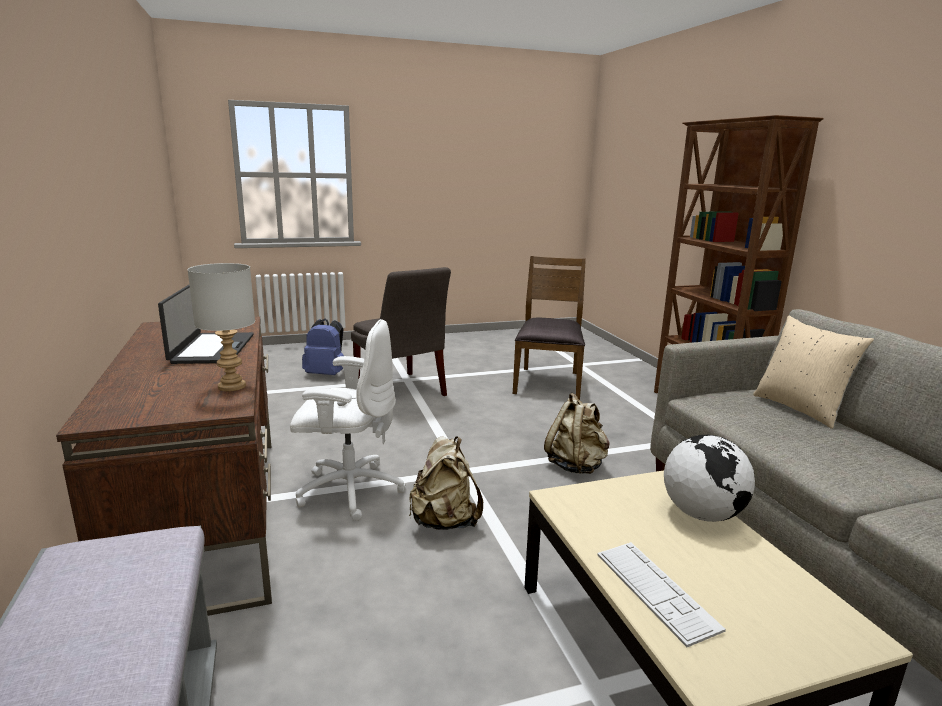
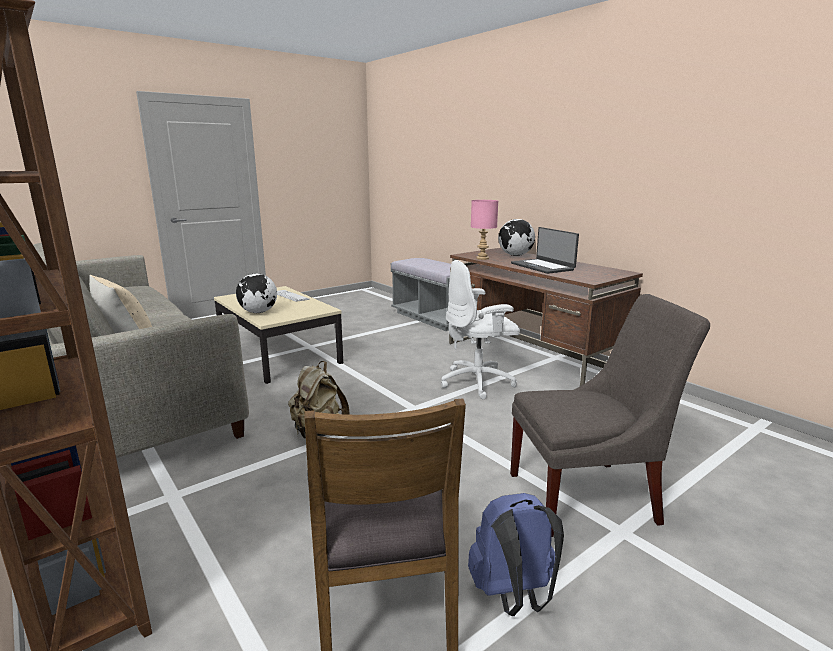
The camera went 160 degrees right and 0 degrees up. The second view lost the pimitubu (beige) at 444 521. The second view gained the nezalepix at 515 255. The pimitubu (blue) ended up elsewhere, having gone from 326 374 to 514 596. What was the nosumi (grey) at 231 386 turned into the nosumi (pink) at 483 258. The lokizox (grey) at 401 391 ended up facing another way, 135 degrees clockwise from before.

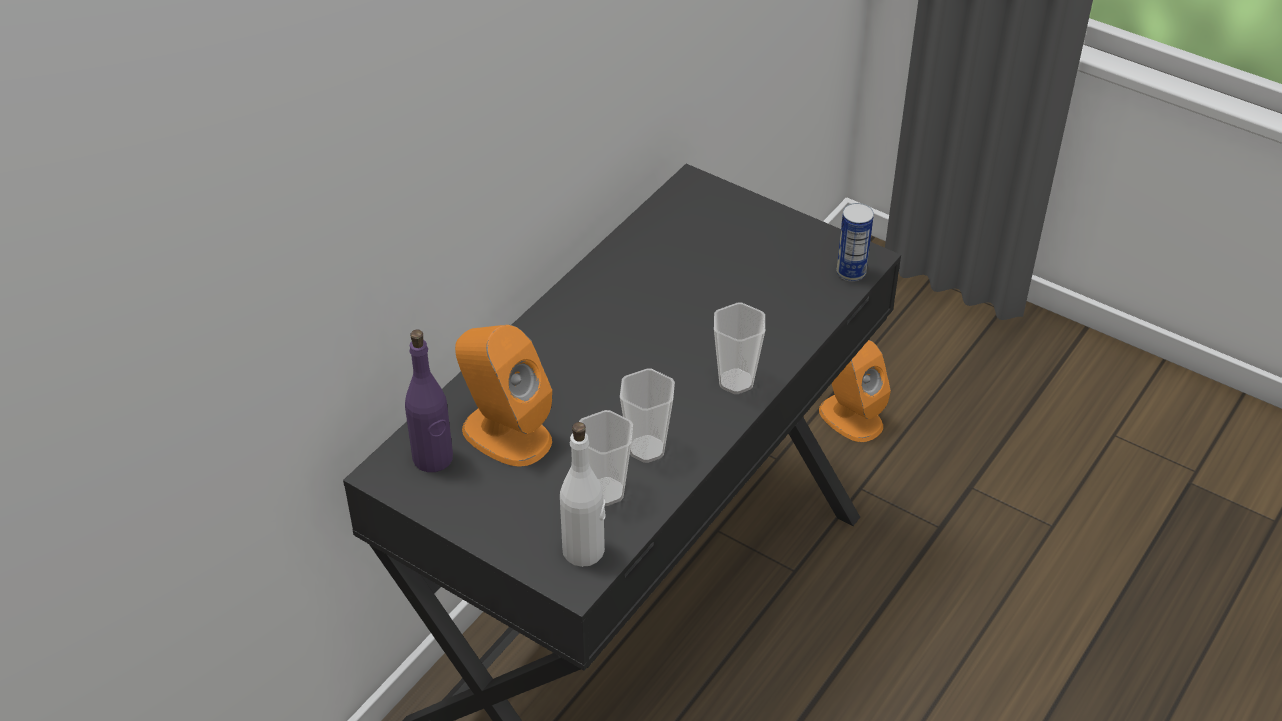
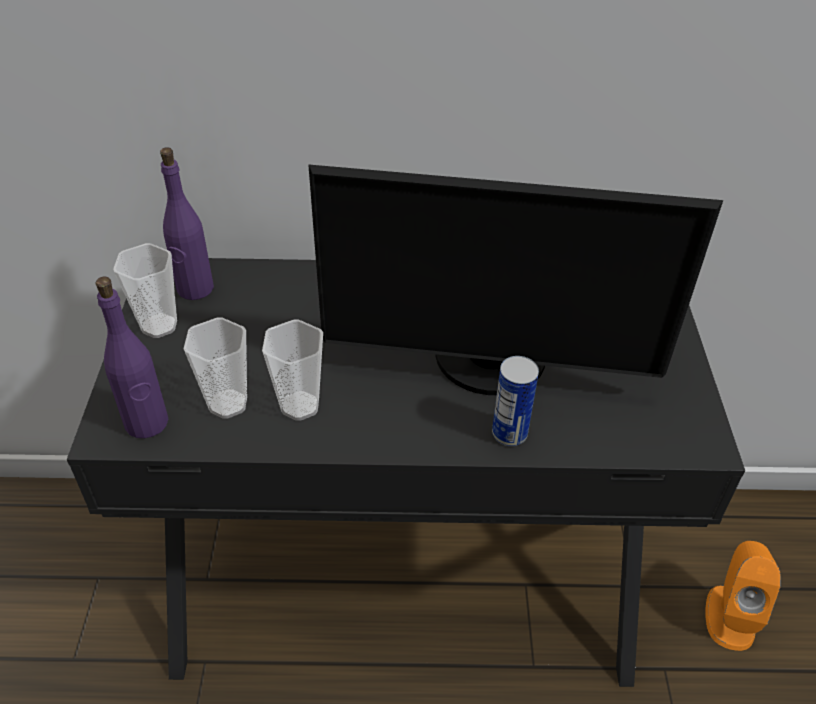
The camera went 55 degrees right and 0 degrees up. The second view lost the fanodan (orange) at 505 434. The second view gained the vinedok at 490 364. The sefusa ended up elsewhere, having gone from 736 381 to 159 326. The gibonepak ended up elsewhere, having gone from 851 272 to 509 433. What was the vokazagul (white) at 584 550 turned into the vokazagul (purple) at 147 423.

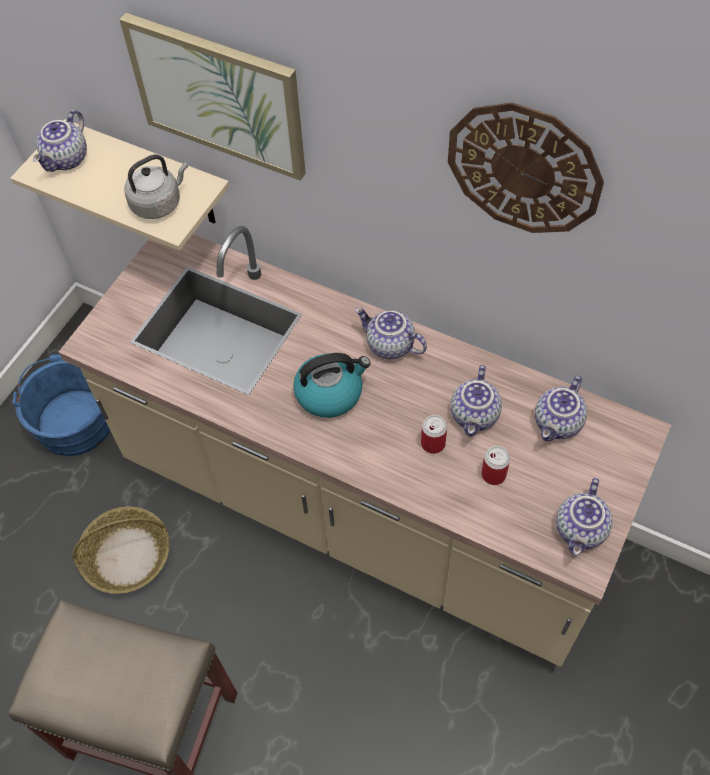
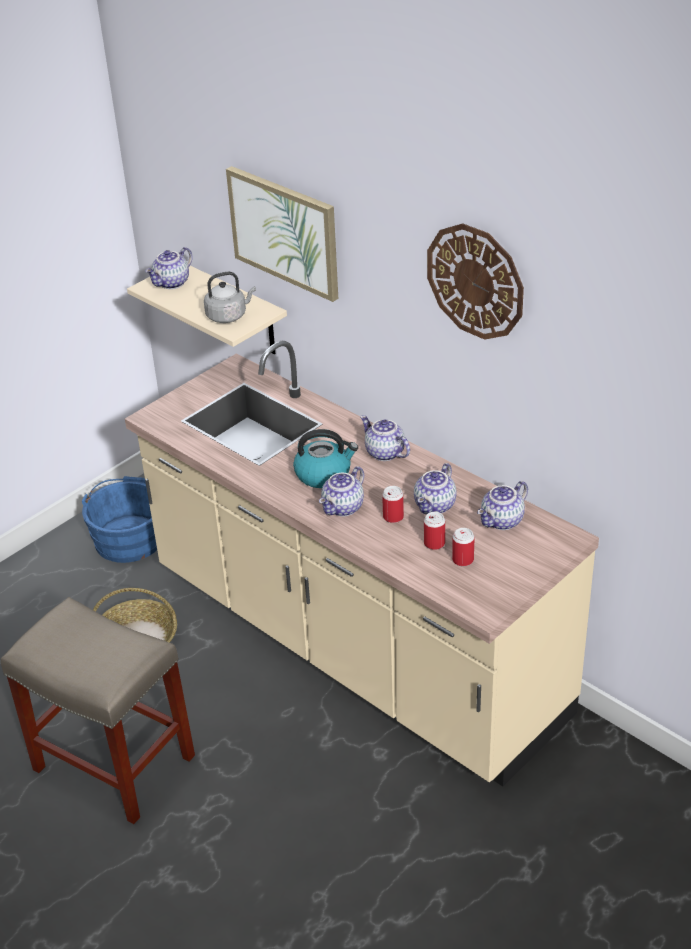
The camera went 15 degrees right and 20 degrees down. The second view gained the gibonepak at 463 560. The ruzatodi ended up elsewhere, having gone from 581 530 to 343 508.

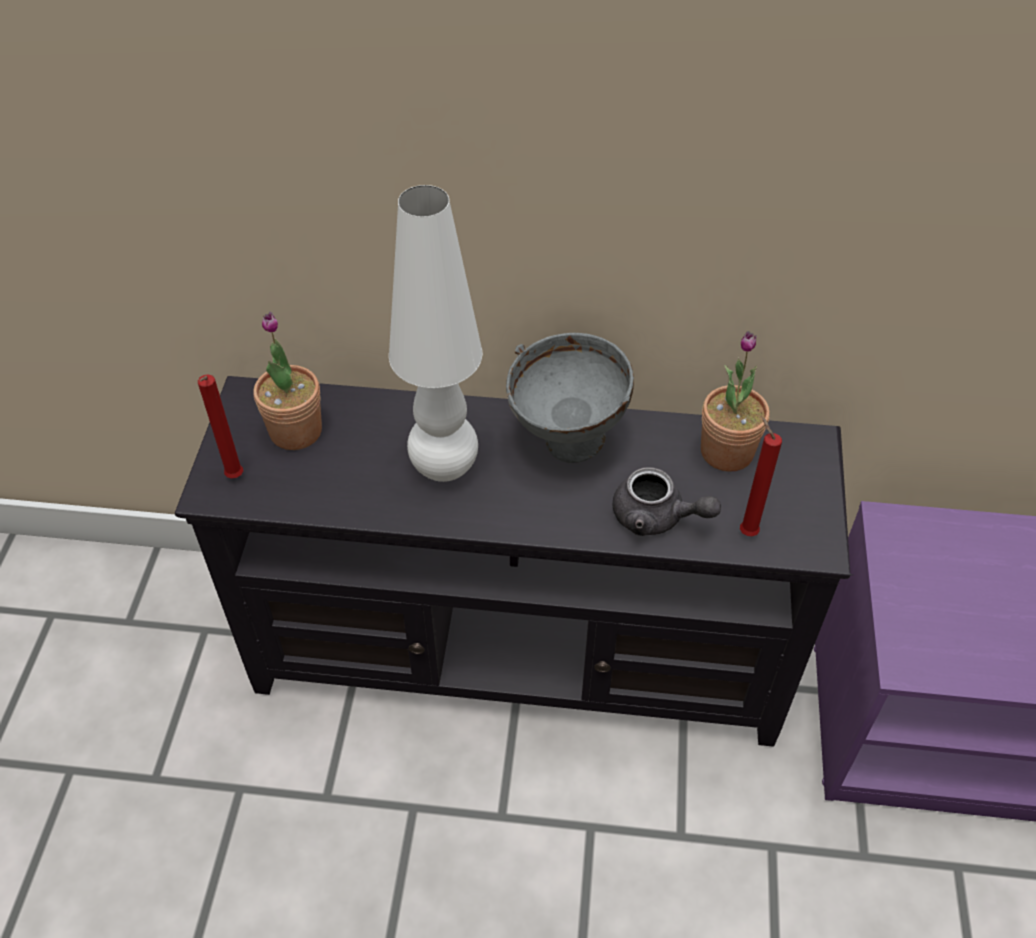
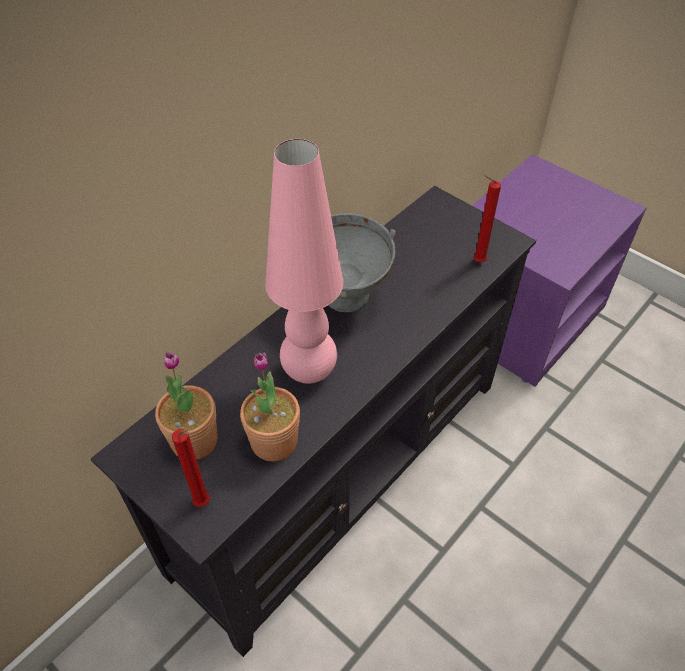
The camera went 55 degrees left and 0 degrees up. The second view lost the ruzatodi (grey) at 657 518. The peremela ended up elsewhere, having gone from 727 452 to 274 441. What was the nosumi (white) at 445 468 turned into the nosumi (pink) at 309 371.

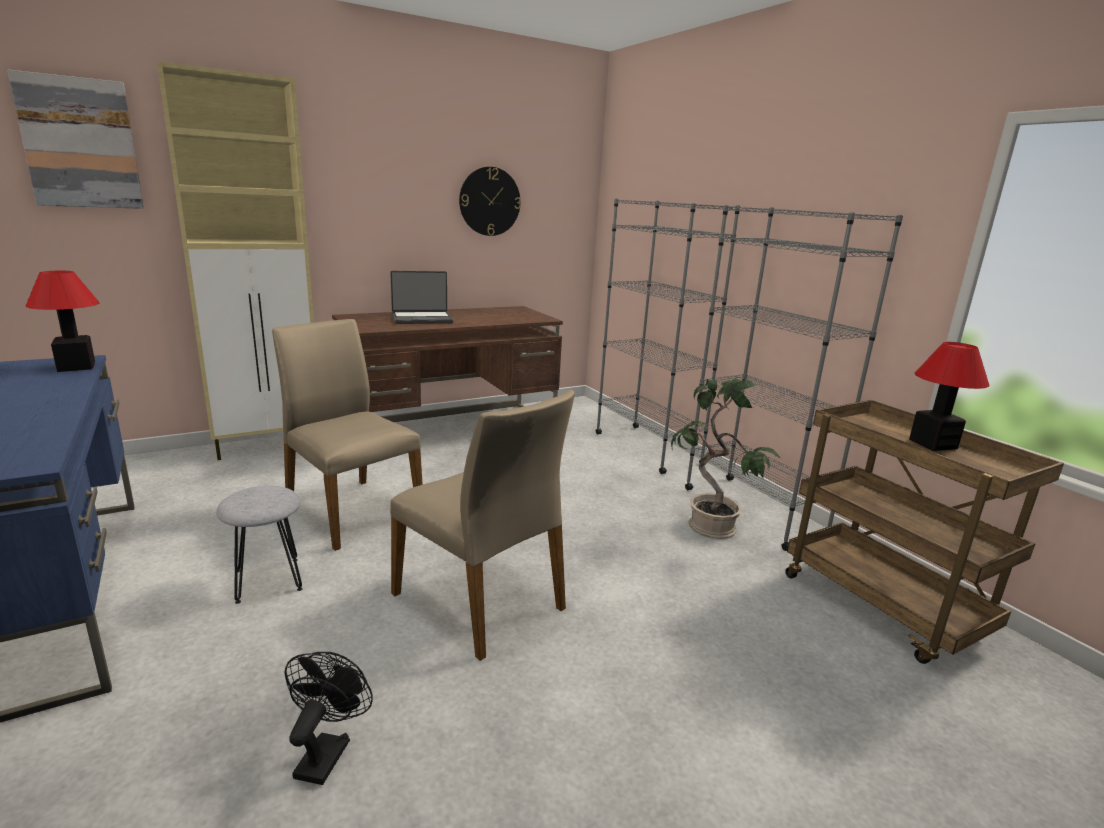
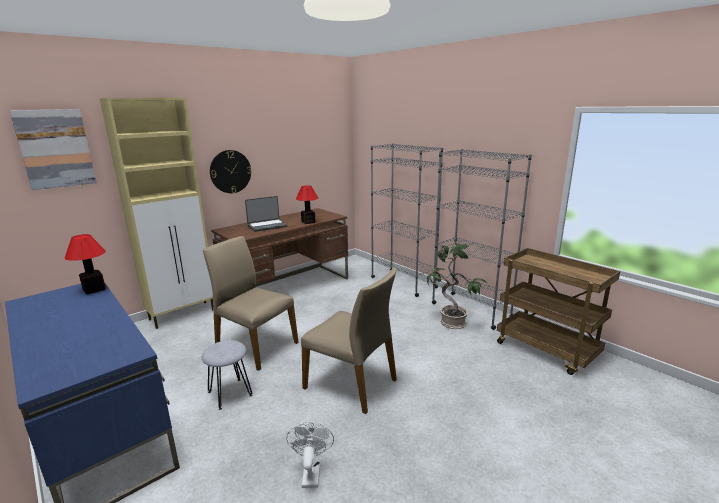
The camera went 10 degrees left and 0 degrees up. The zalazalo ended up elsewhere, having gone from 489 201 to 230 171. The nosumi ended up elsewhere, having gone from 932 444 to 308 222. What was the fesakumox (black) at 326 751 turned into the fesakumox (white) at 311 472.

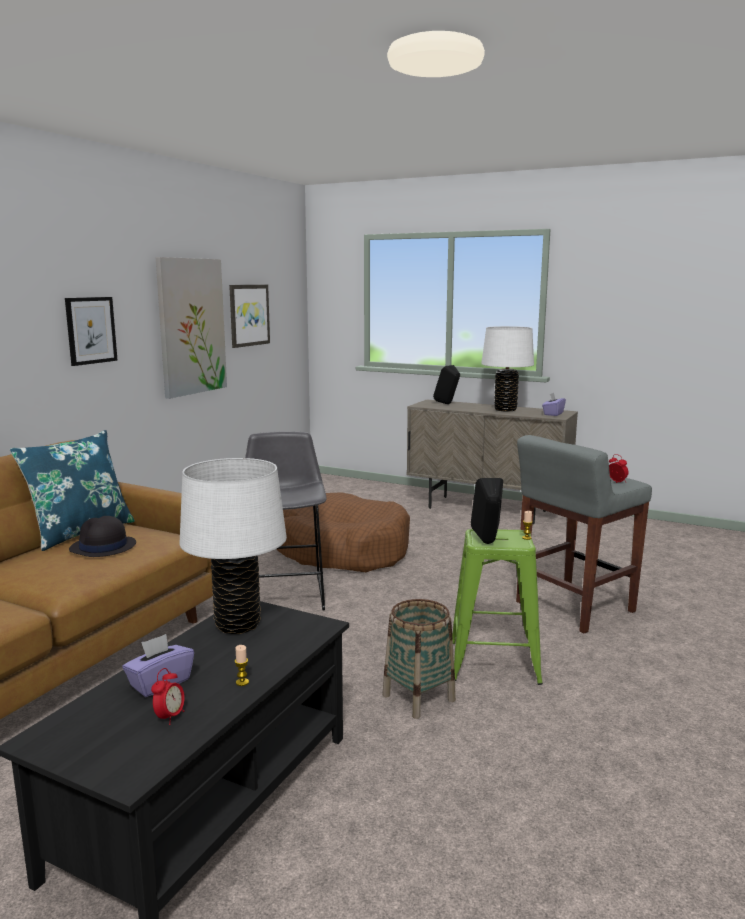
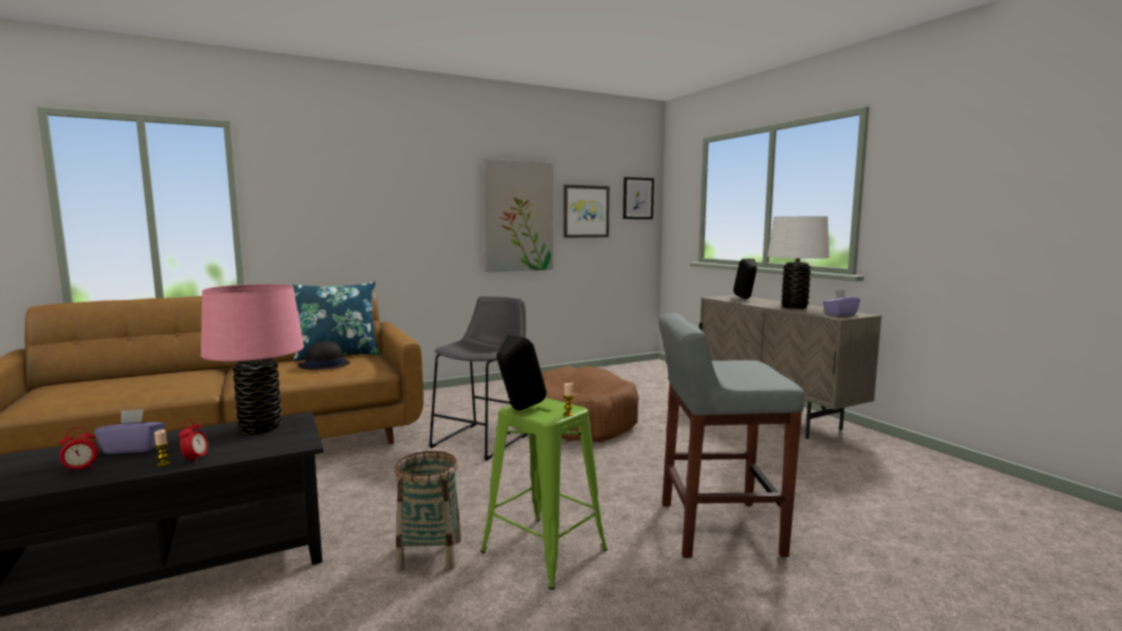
The camera went 35 degrees right and 5 degrees down. The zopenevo ended up elsewhere, having gone from 91 330 to 638 198. The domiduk ended up elsewhere, having gone from 617 482 to 196 459. What was the nosumi (white) at 237 625 turned into the nosumi (pink) at 260 428.

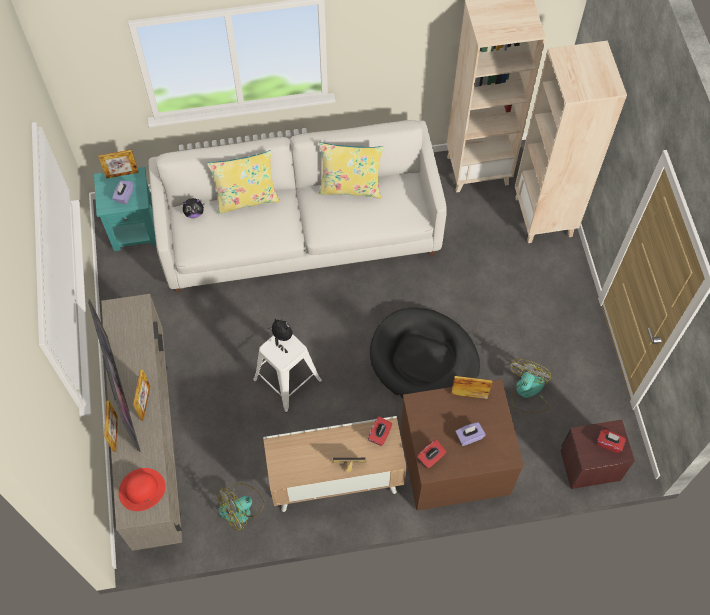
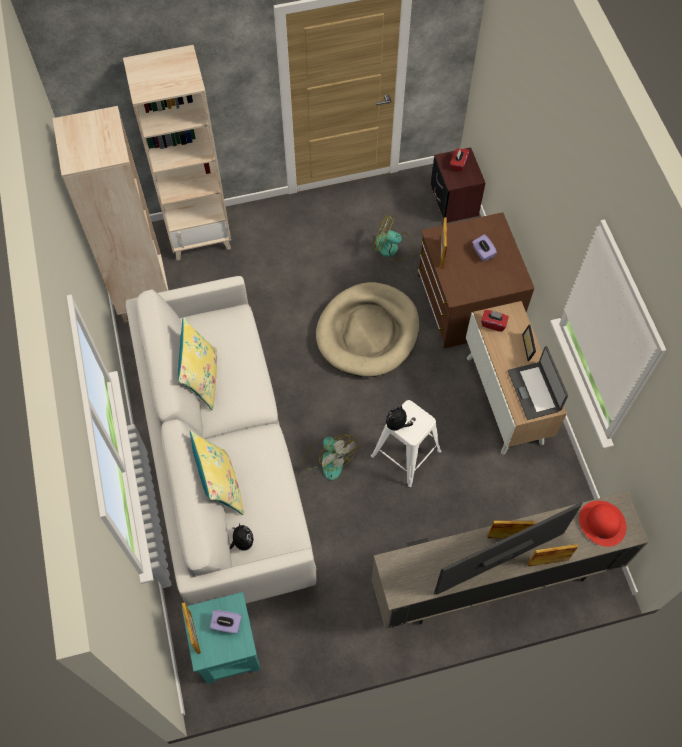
The camera went 95 degrees left and 0 degrees up. The second view lost the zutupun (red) at 431 457. The second view gained the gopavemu at 534 390. The fesakumox ended up elsewhere, having gone from 242 508 to 328 459. What was the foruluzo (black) at 424 359 turned into the foruluzo (beige) at 368 332.

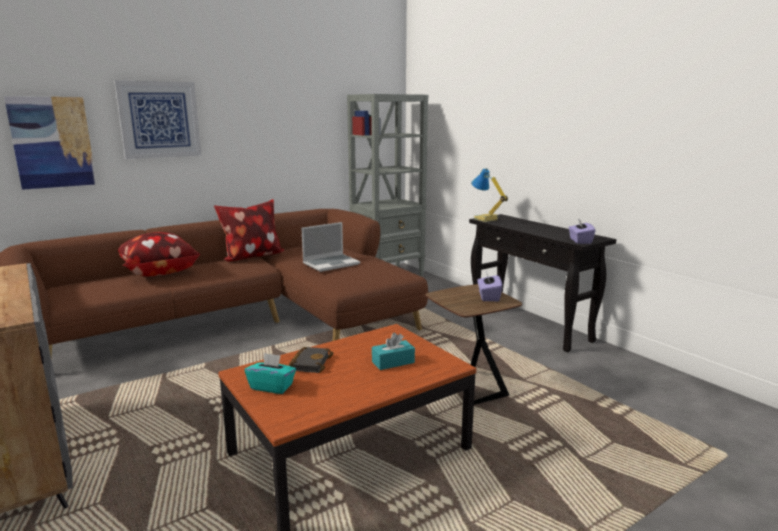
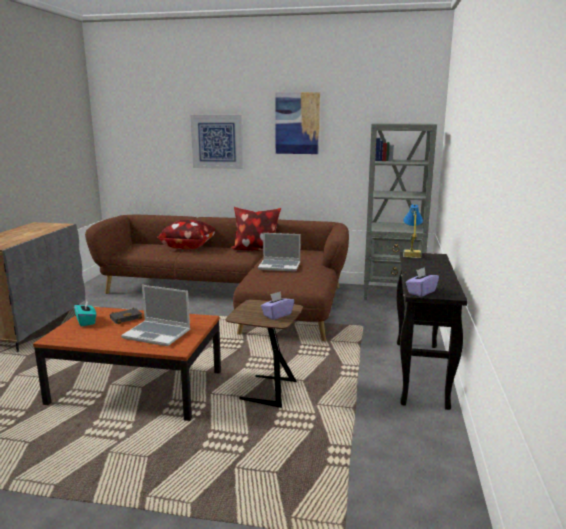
The camera went 45 degrees right and 0 degrees up. The zopenevo ended up elsewhere, having gone from 52 142 to 297 123. Where the zutupun (turquoise) stood at 393 362, the gopavemu came to stand at 158 334.

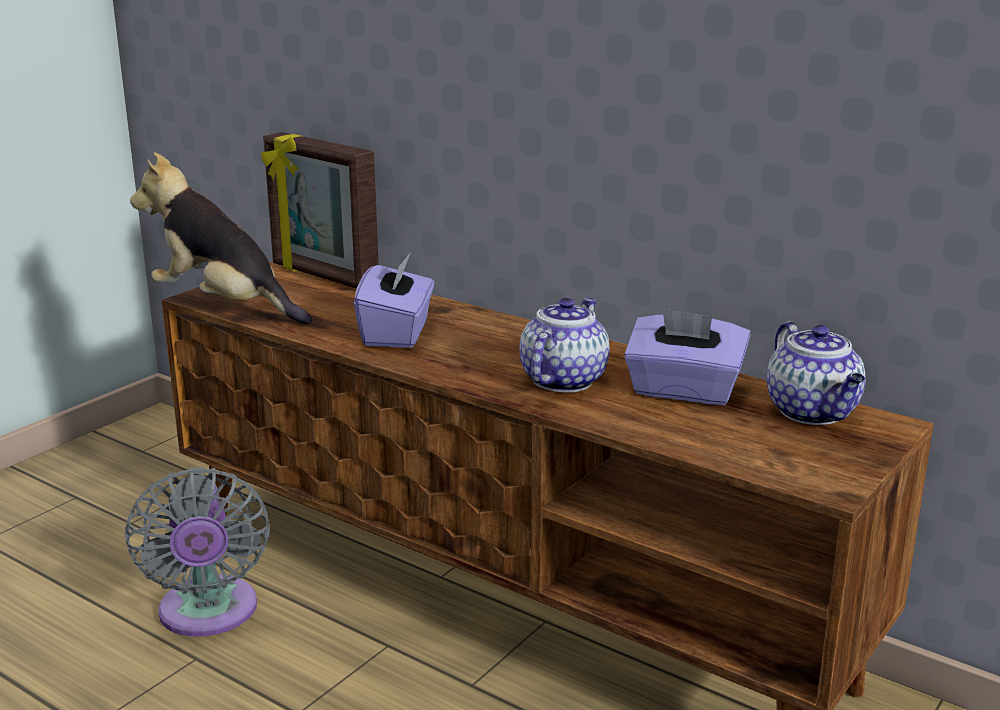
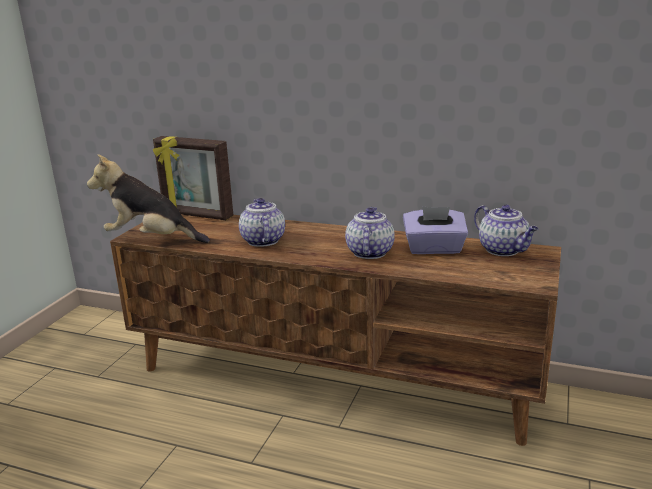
The camera went 15 degrees left and 0 degrees up. The second view lost the fesakumox (grey) at 208 614. Where the zutupun (purple) stood at 397 333, the ruzatodi came to stand at 262 240.

